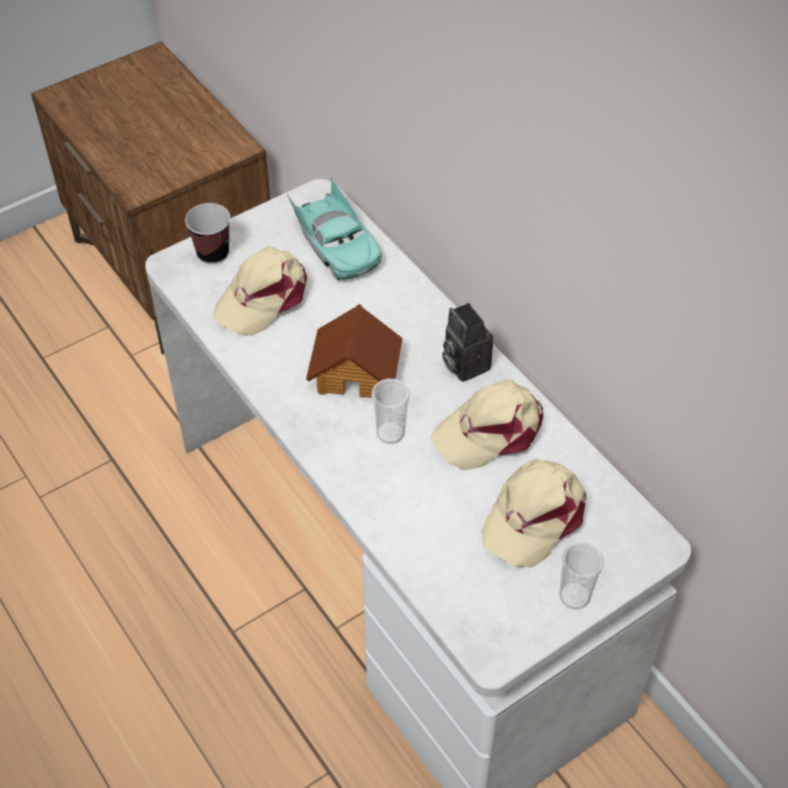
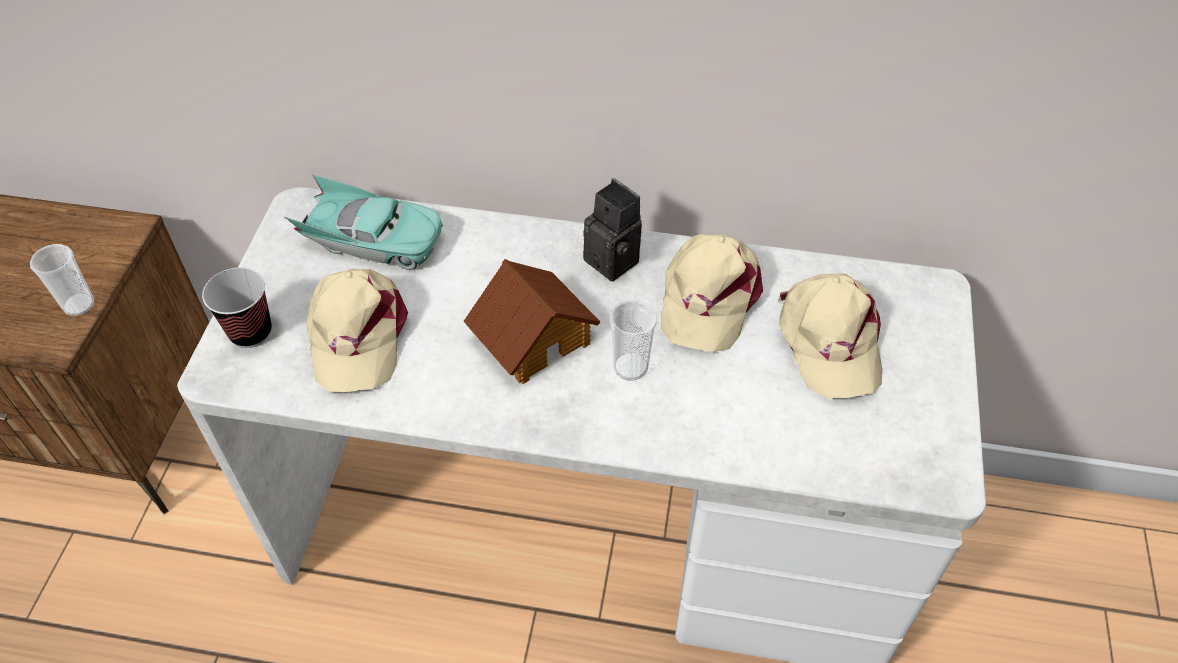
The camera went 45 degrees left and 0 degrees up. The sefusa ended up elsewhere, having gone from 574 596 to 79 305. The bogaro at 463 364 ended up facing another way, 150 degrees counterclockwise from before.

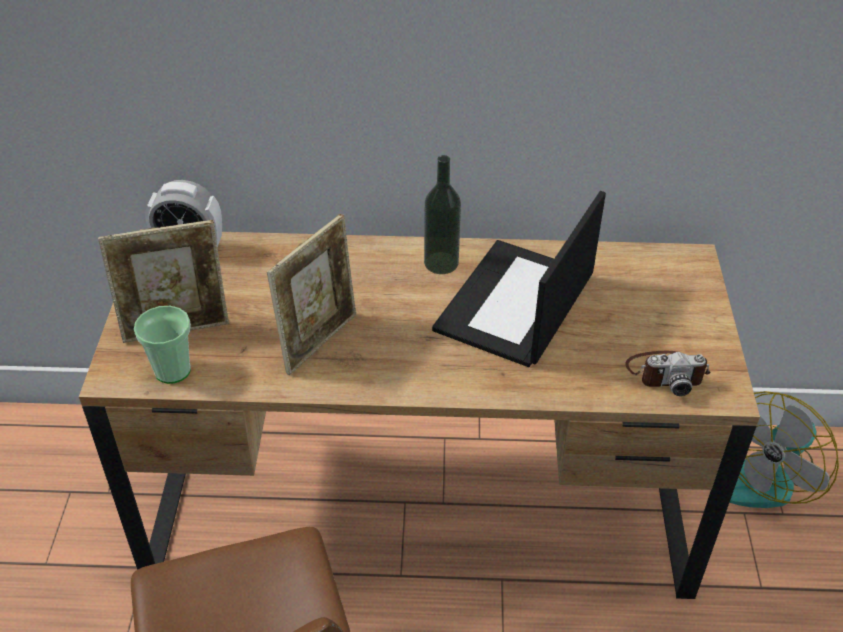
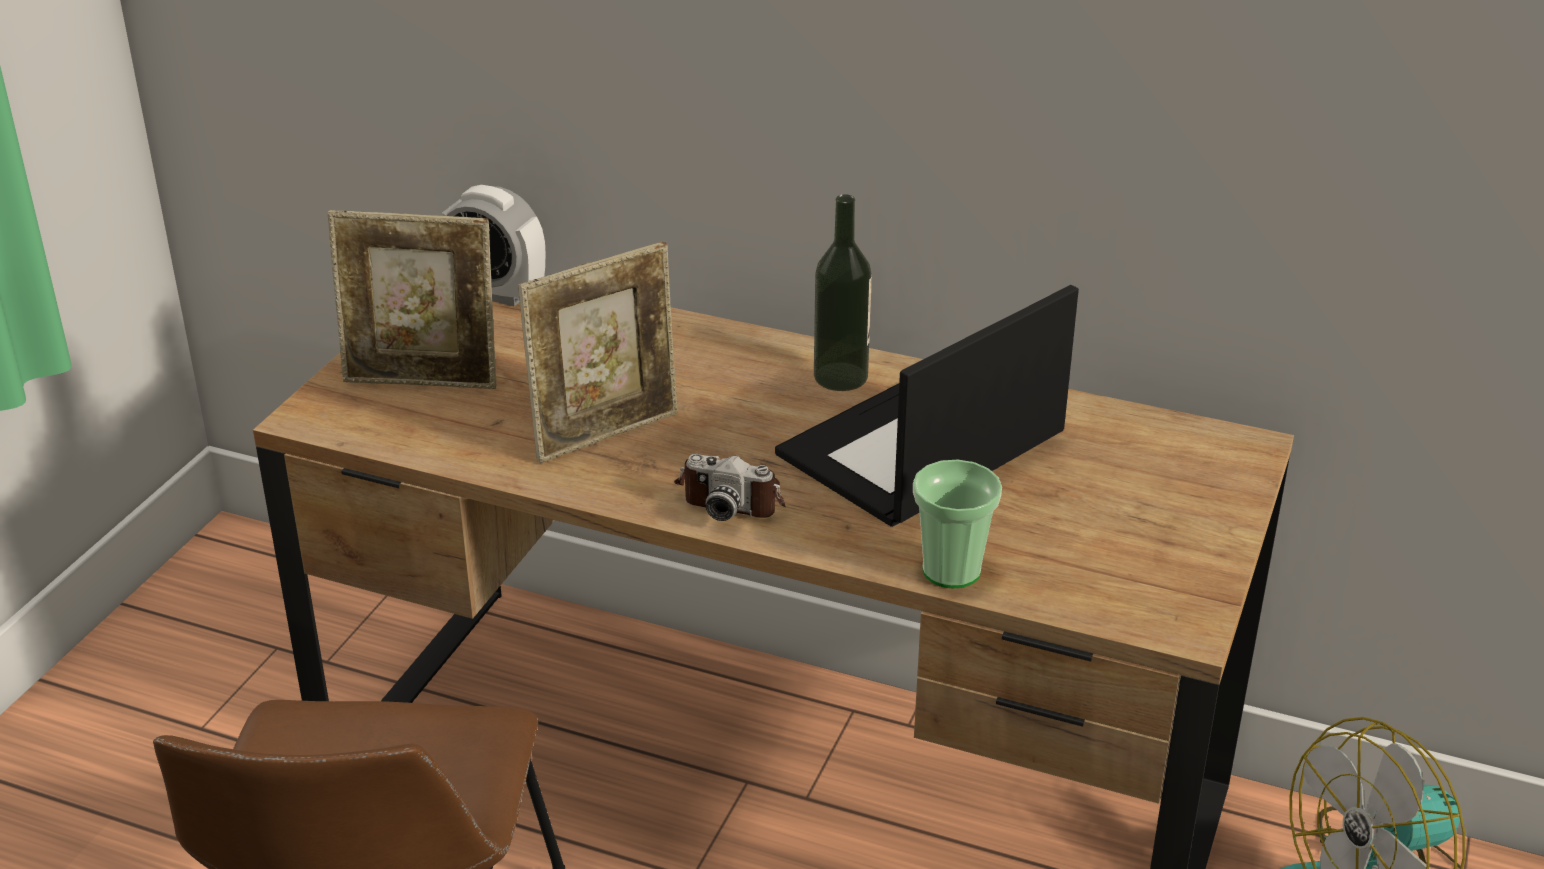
The camera went 20 degrees right and 10 degrees down. The sefusa ended up elsewhere, having gone from 172 370 to 951 570. The bogaro ended up elsewhere, having gone from 666 373 to 733 497.

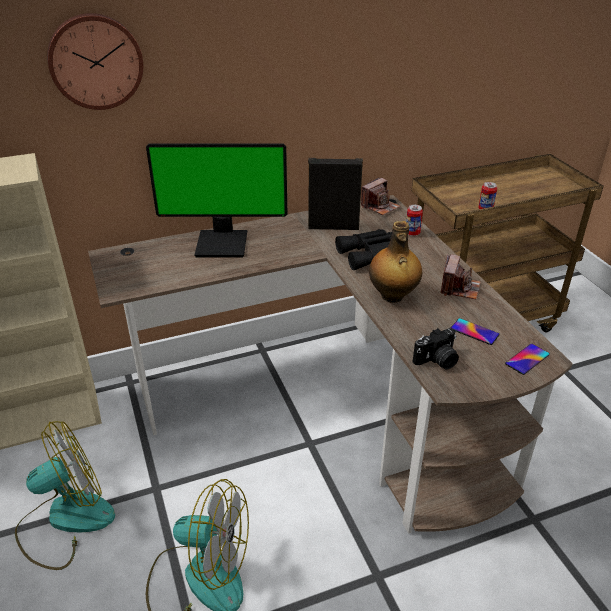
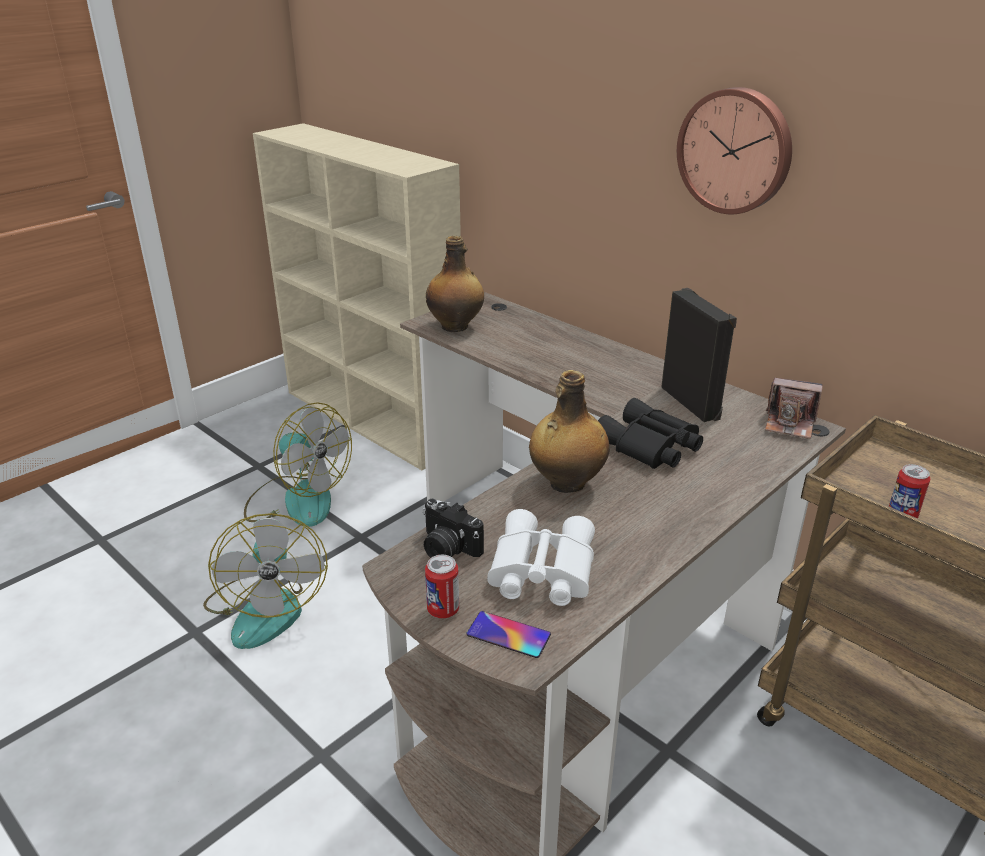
The camera went 65 degrees right and 5 degrees down. The second view lost the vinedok at 223 243. The second view lost the bogaro at 459 288. The second view gained the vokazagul at 456 326. The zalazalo ended up elsewhere, having gone from 95 61 to 736 150. The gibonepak ended up elsewhere, having gone from 412 233 to 443 610. Where the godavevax stood at 474 332, the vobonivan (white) came to stand at 539 571.

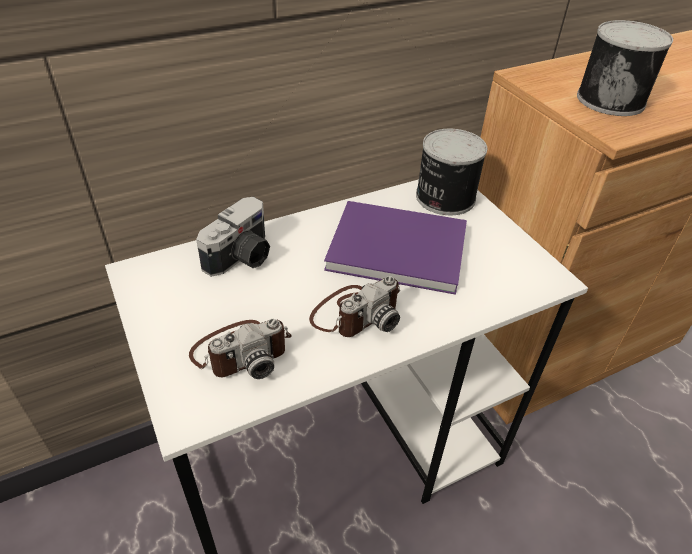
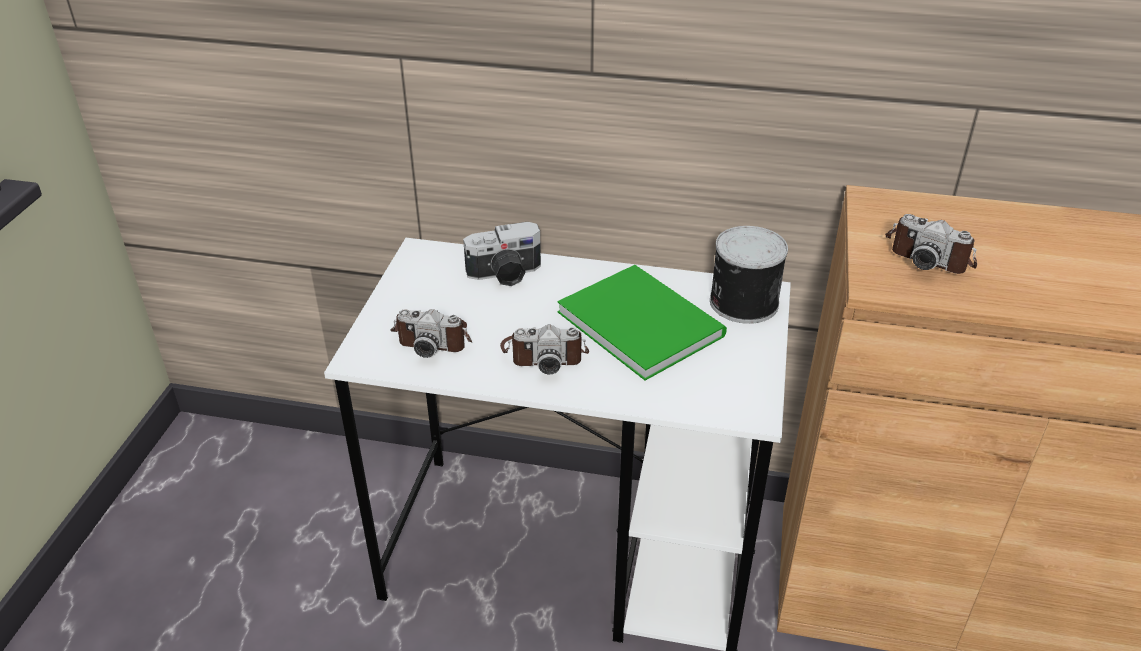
The camera went 40 degrees right and 5 degrees down. Where the gibonepak stood at 611 99, the bogaro came to stand at 930 254. What was the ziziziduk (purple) at 394 245 turned into the ziziziduk (green) at 640 320.

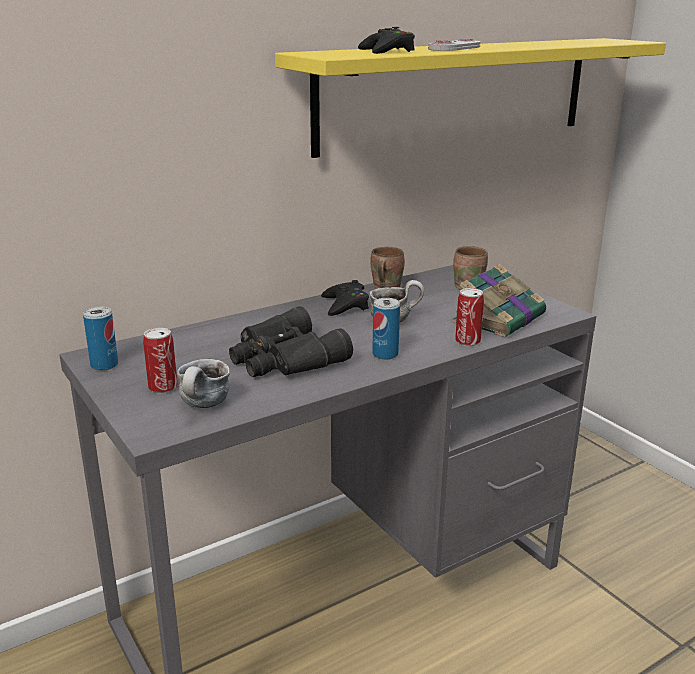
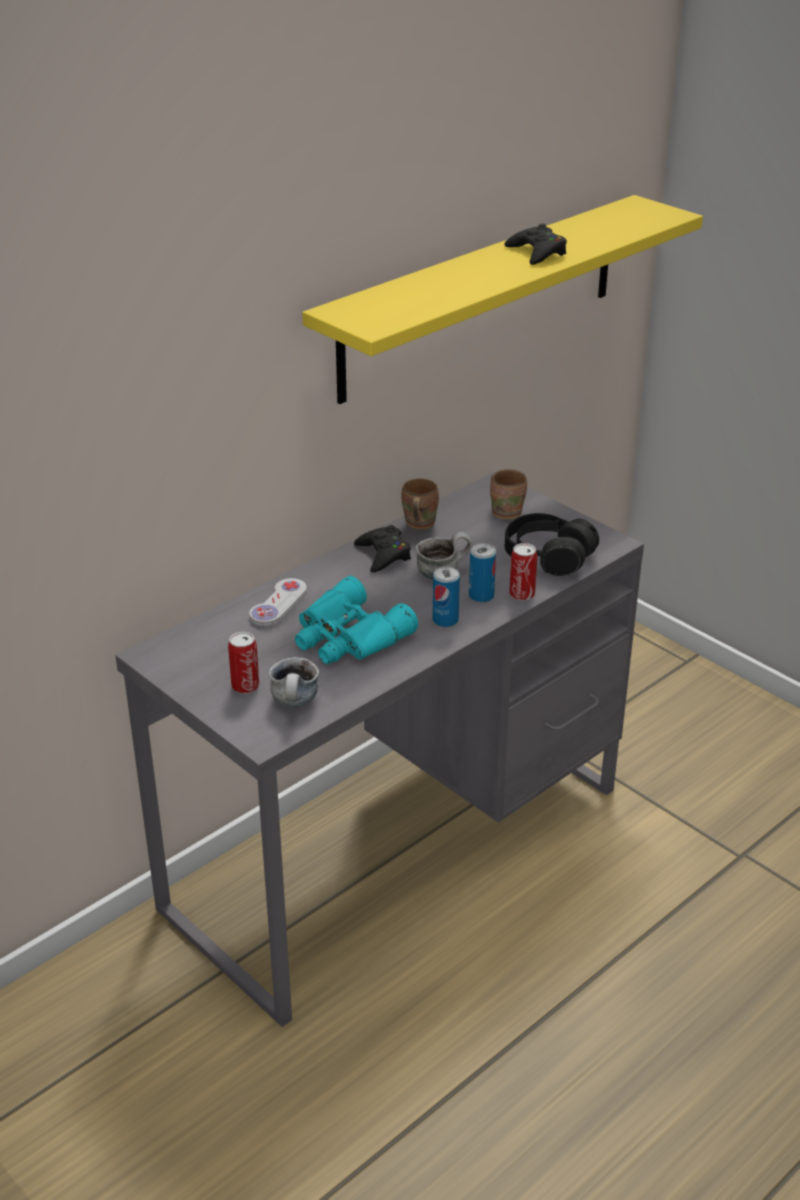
The camera went 10 degrees left and 10 degrees up. The gibonepak ended up elsewhere, having gone from 104 365 to 481 596. The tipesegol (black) ended up elsewhere, having gone from 387 51 to 537 252. The tipesegol (white) ended up elsewhere, having gone from 454 48 to 278 604. Where the ziziziduk stood at 500 317, the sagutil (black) came to stand at 548 557. What was the vobonivan (black) at 284 359 turned into the vobonivan (turquoise) at 347 637.

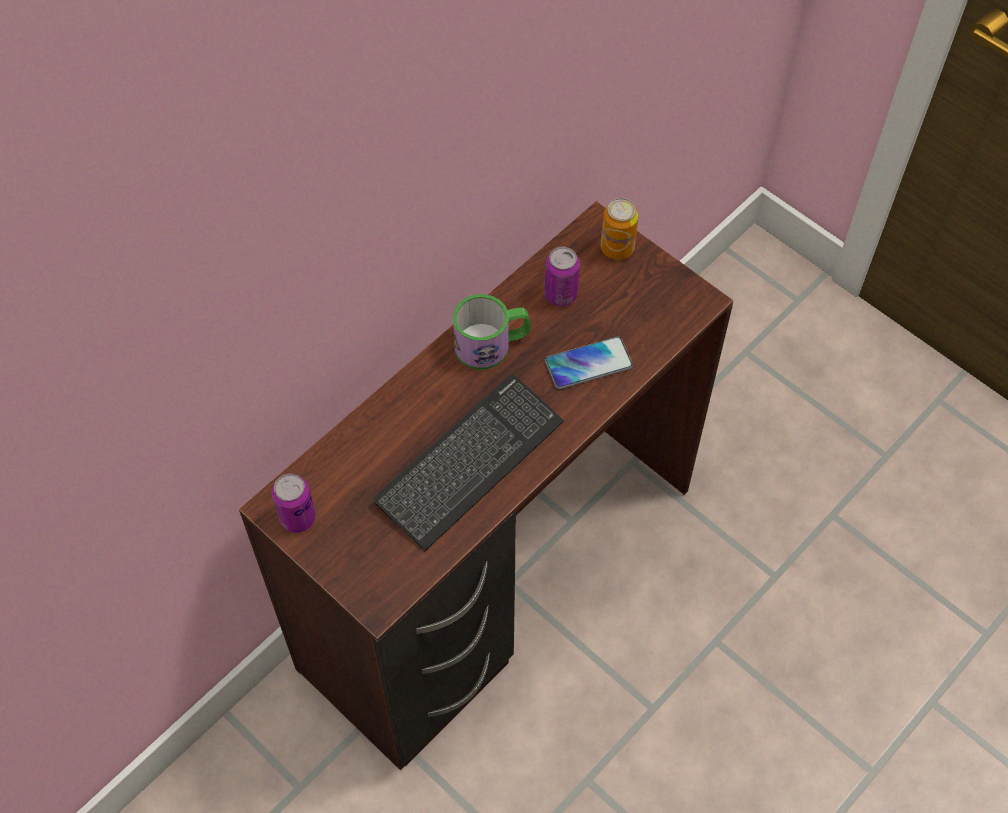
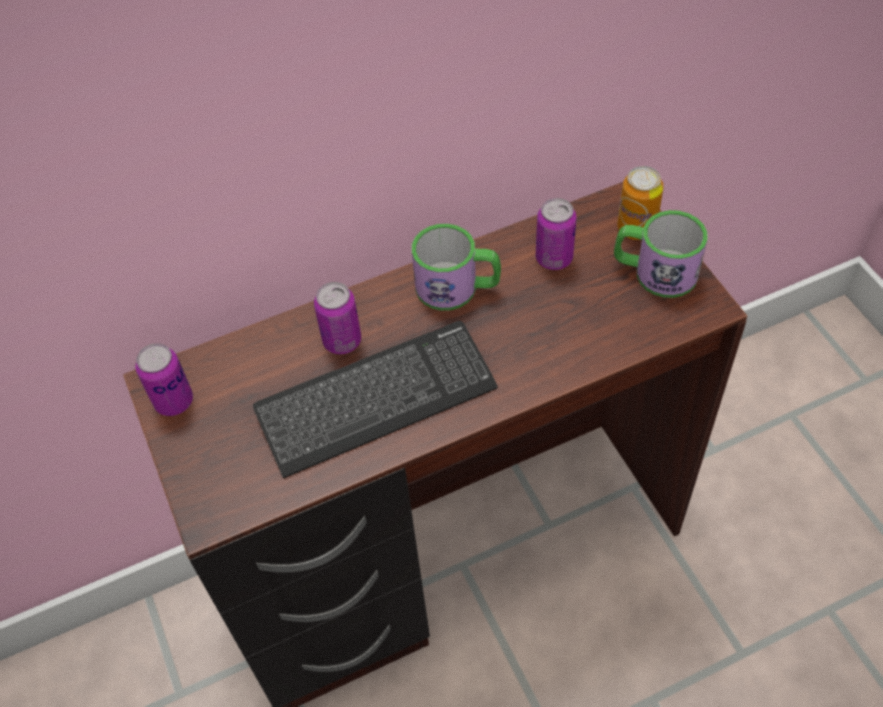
The camera went 25 degrees right and 5 degrees down. The second view lost the godavevax at 588 364. The second view gained the gibonepak at 342 341. The second view gained the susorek at 654 271.

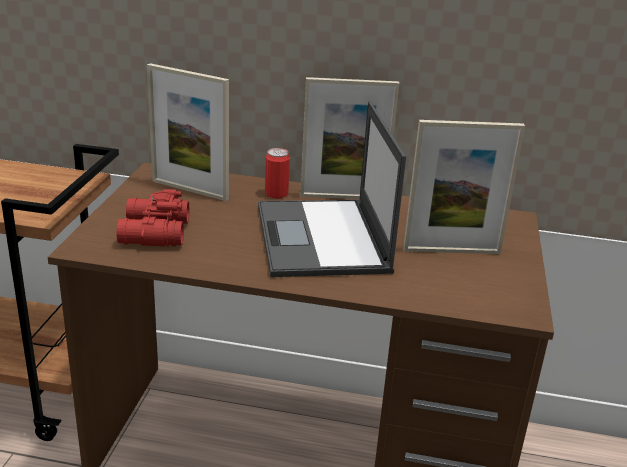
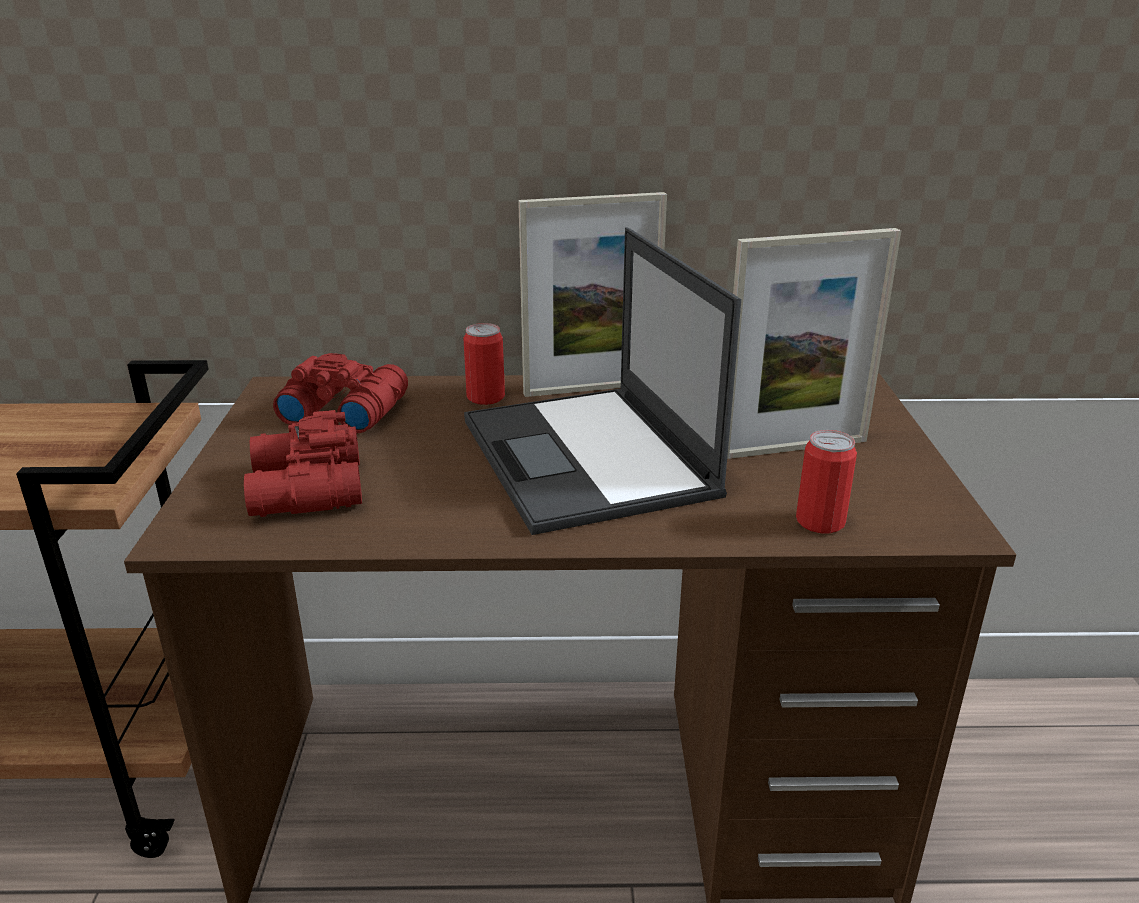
The camera went 10 degrees left and 0 degrees up. The second view gained the gibonepak at 820 521. Where the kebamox stood at 190 190, the vobonivan (red) came to stand at 344 410.

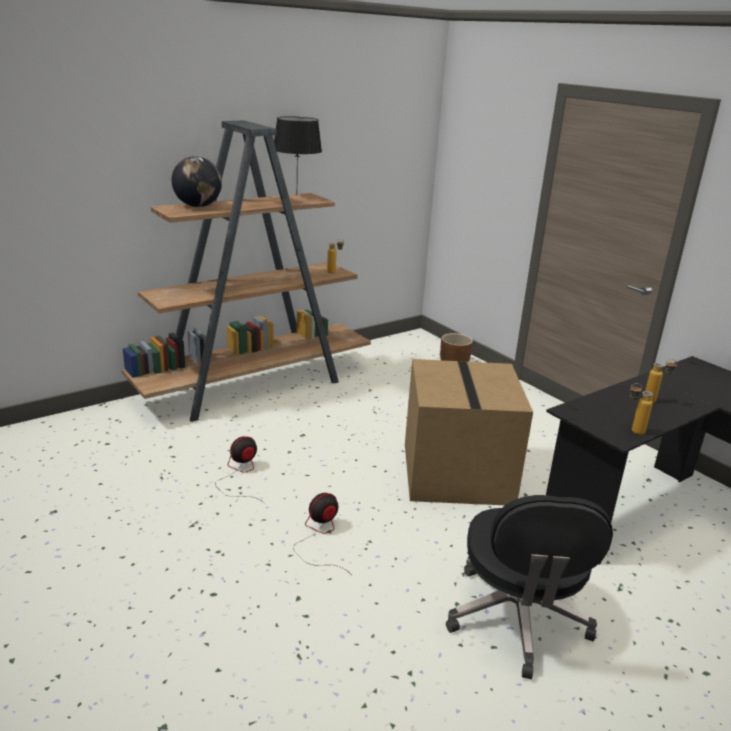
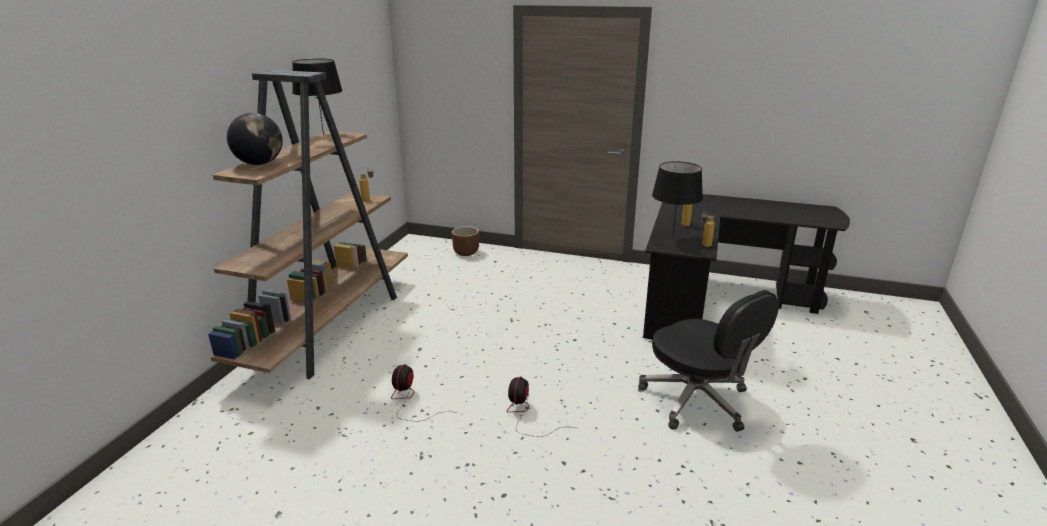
The camera went 35 degrees left and 0 degrees up. The second view lost the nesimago at 459 474. The second view gained the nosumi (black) at 672 238.

